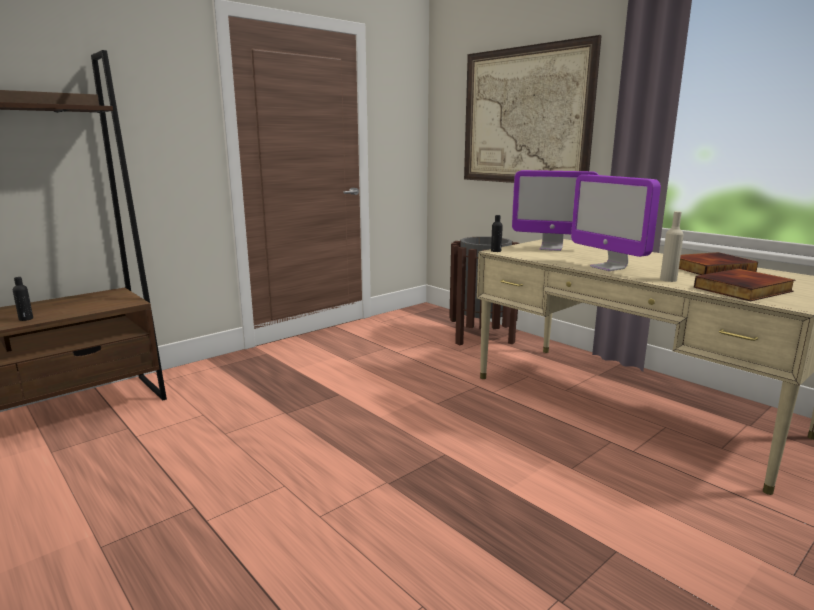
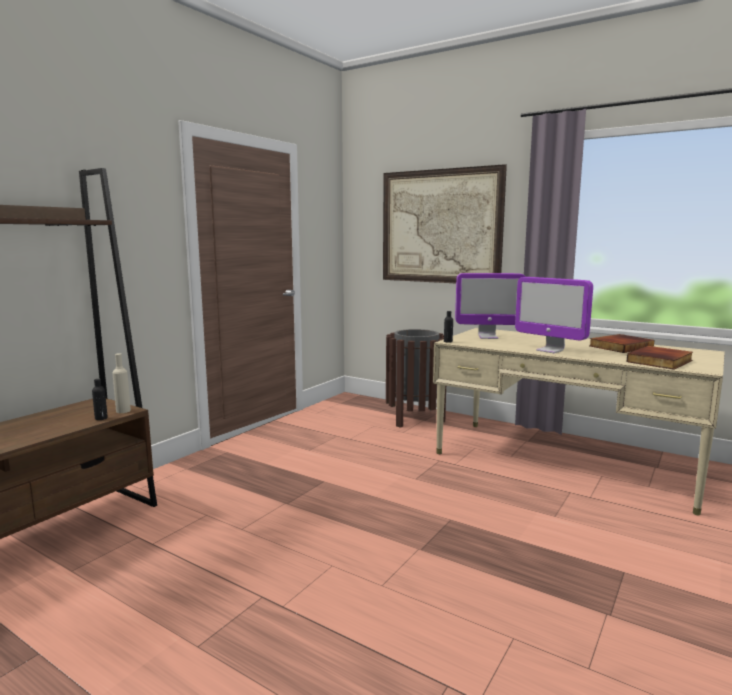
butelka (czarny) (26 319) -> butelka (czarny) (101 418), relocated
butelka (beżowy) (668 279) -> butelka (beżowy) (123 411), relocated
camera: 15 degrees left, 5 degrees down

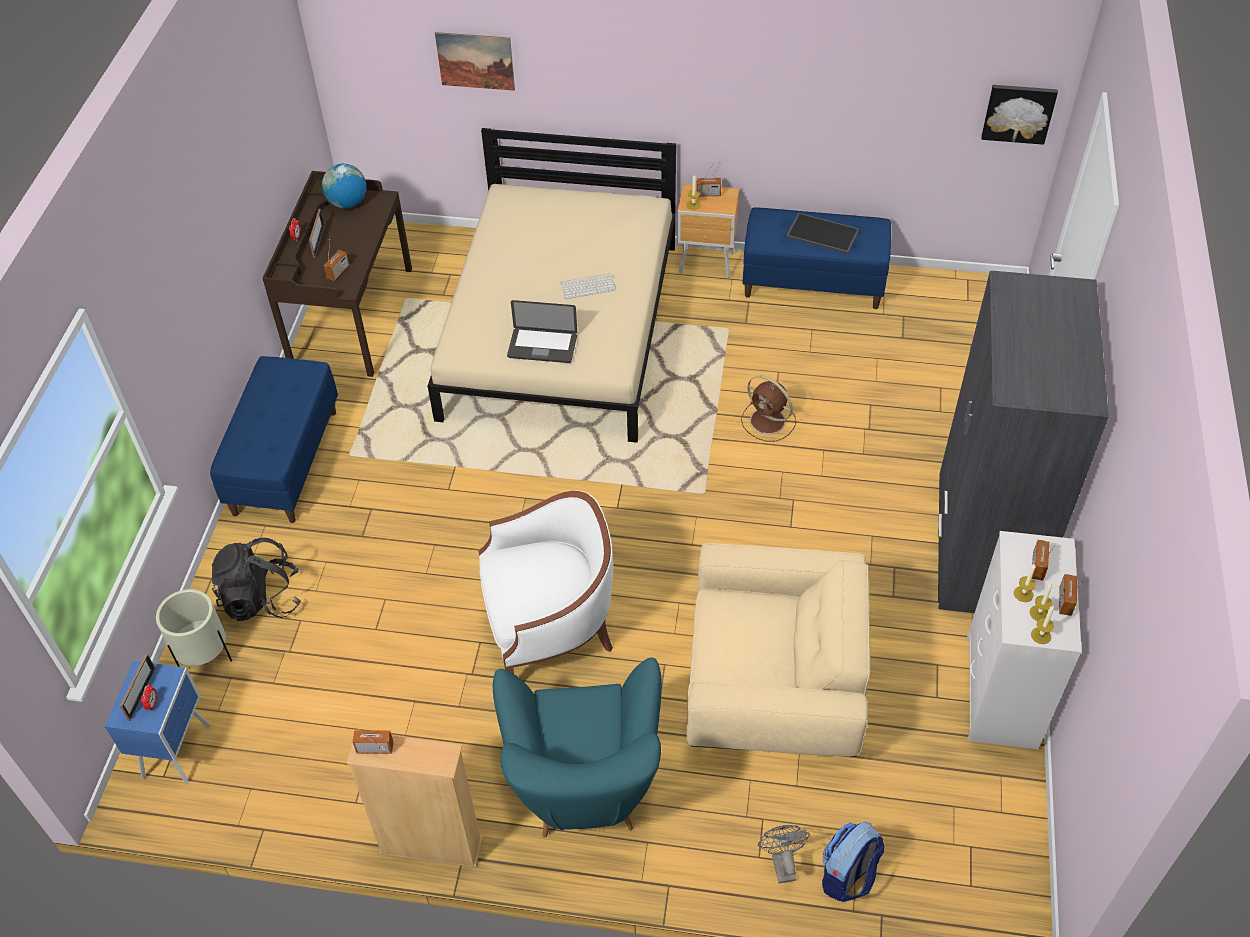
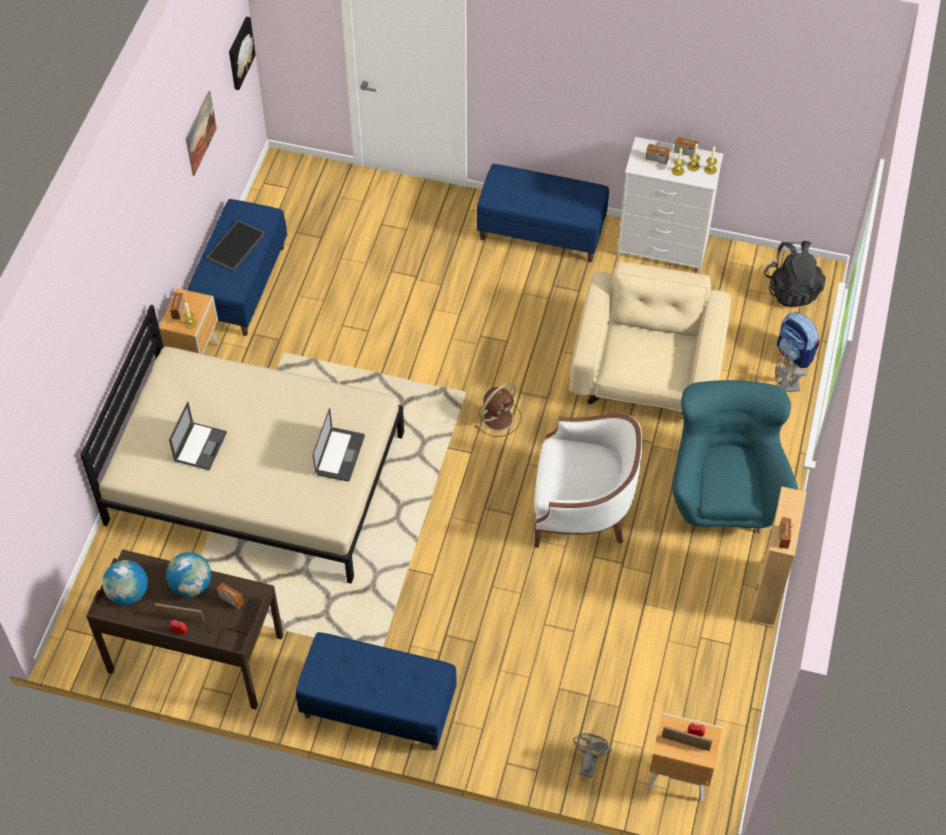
klawiatura (588 286) -> none
none -> globus (191 585)
none -> laptop (200 446)
plecak (czarny) (262 599) -> plecak (czarny) (791 289), relocated
obraz (475 61) -> obraz (200 133), relocated
wentylator (brązowy) (769 422) -> wentylator (brązowy) (499 417), relocated
donica (beżowy) (205 656) -> wentylator (szary) (588 762)
szafa (szary) (981 548) -> ławka (niebieski) (542 232)
szafka nocna (niebieski) (178 749) -> szafka nocna (brązowy) (677 775)
fotel (biały) (549 625) -> fotel (biały) (582 508), 105 degrees clockwise
fotel (turkusowy) (584 786) -> fotel (turkusowy) (723 495), 90 degrees counterclockwise
camera: 85 degrees left, 5 degrees up

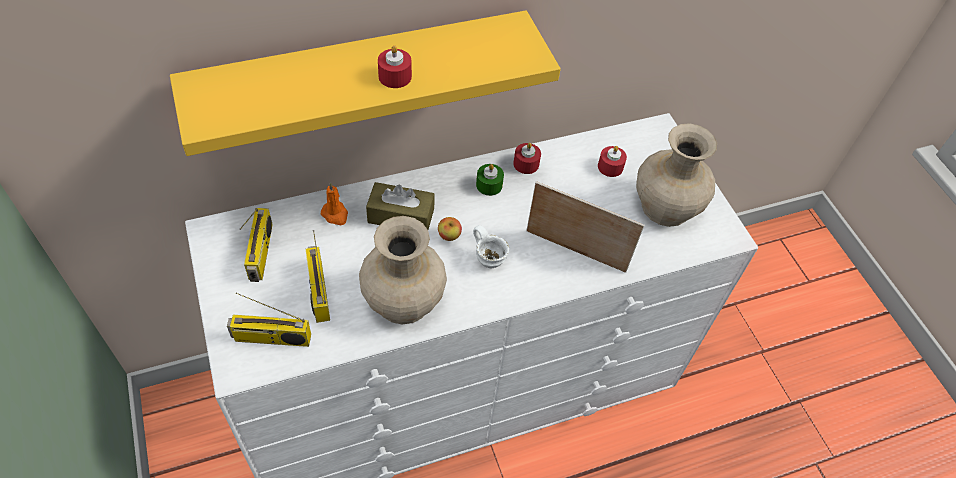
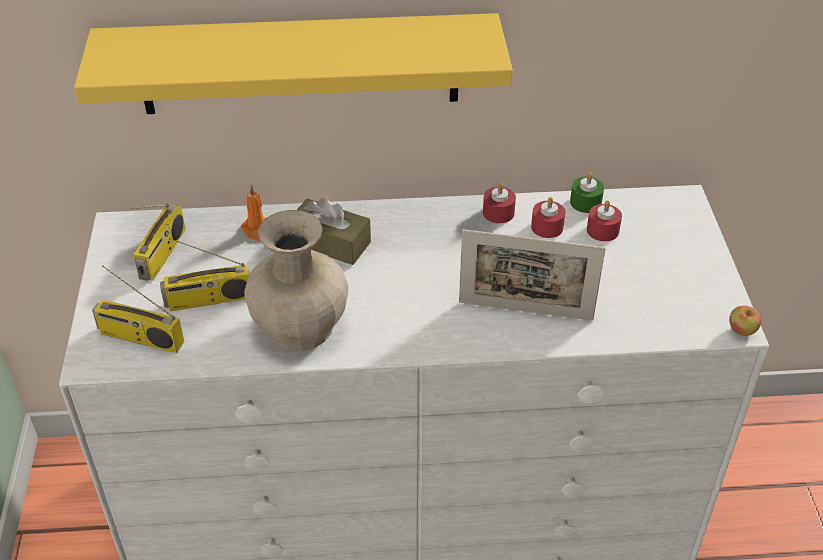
kubek (biały) (489 258) -> none
wazon (beżowy) (664 206) -> none
świeca (czerwony) (395 76) -> świeca (czerwony) (547 227), relocated
jabłko (449 235) -> jabłko (742 330), relocated
świeca (zielony) (489 185) -> świeca (zielony) (585 202), relocated
radio (317 290) -> radio (208 300), 105 degrees counterclockwise
ramka na zdjęcie (575 251) -> ramka na zdjęcie (525 311), 150 degrees clockwise
camera: 20 degrees right, 10 degrees down

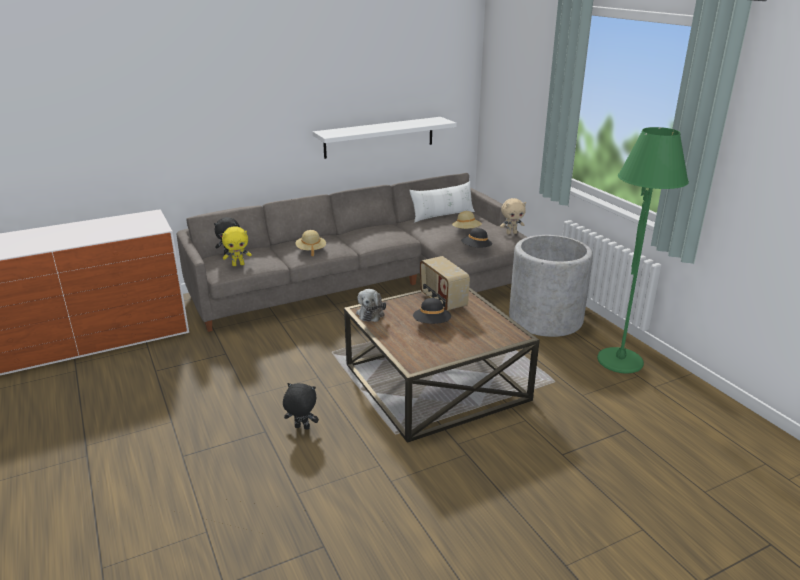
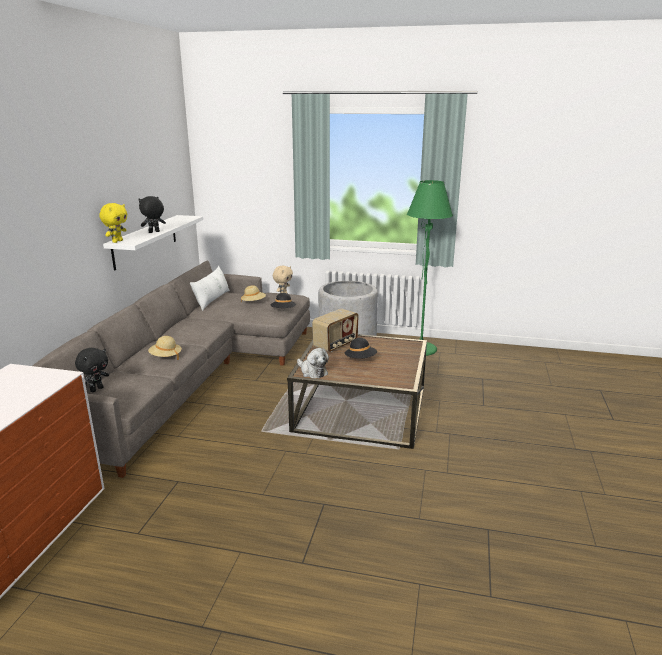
pluszak (żółty) (238 264) -> pluszak (żółty) (117 241), relocated
pluszak (czarny) (301 428) -> pluszak (czarny) (154 232), relocated
radio (442 300) -> radio (336 345), 60 degrees counterclockwise
camera: 50 degrees left, 5 degrees down

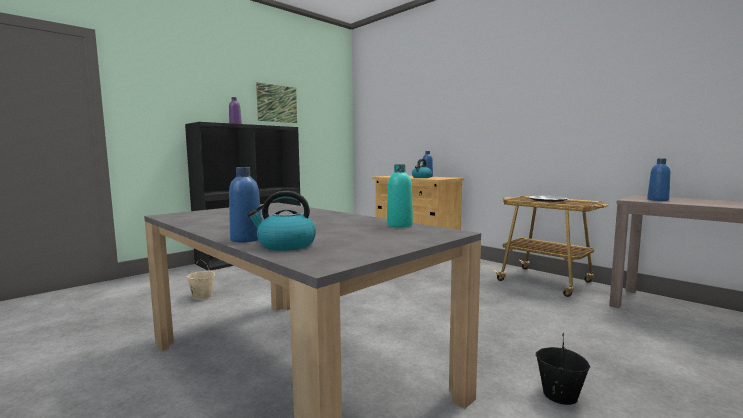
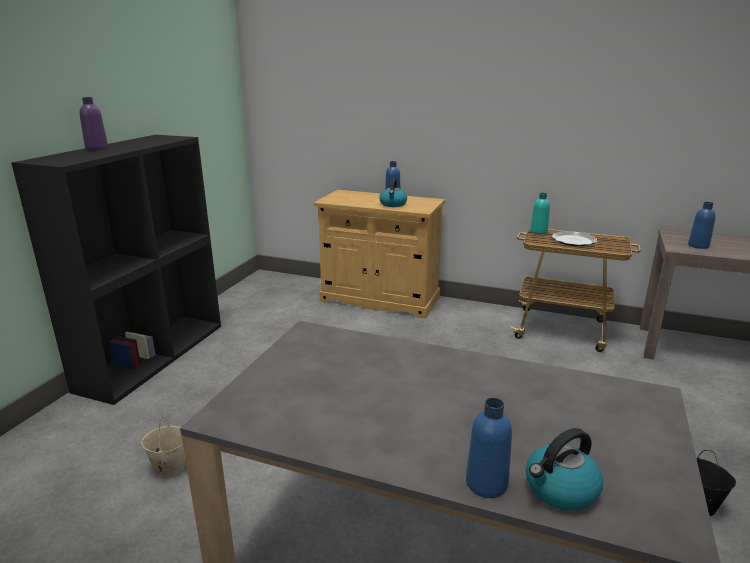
obraz (277 103) -> none
butelka (turkusowy) (399 225) -> butelka (turkusowy) (538 231), relocated
camera: 25 degrees left, 15 degrees up

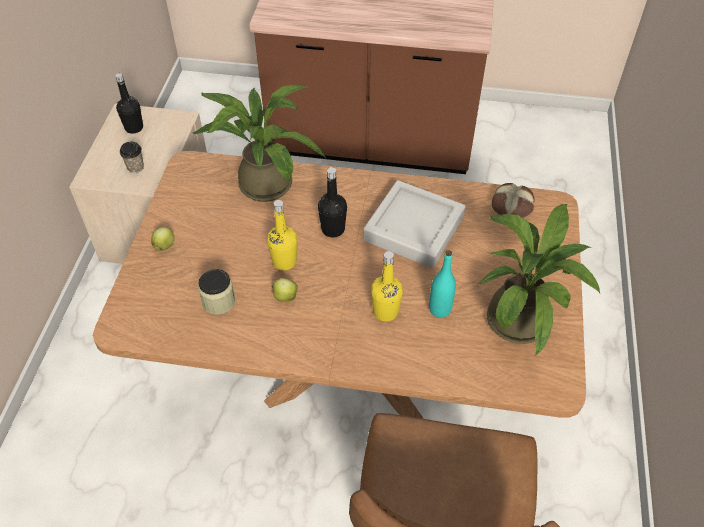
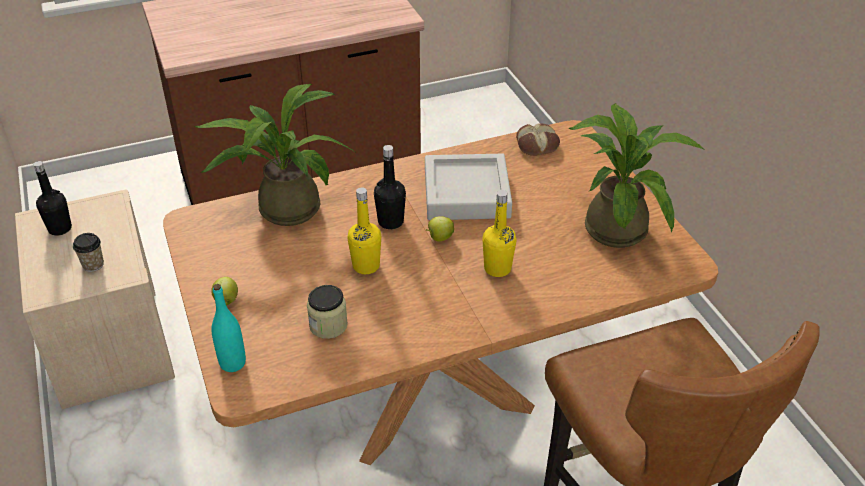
jabłko (285 297) -> jabłko (439 238), relocated
butelka (turkusowy) (440 309) -> butelka (turkusowy) (232 363), relocated
camera: 30 degrees left, 10 degrees down

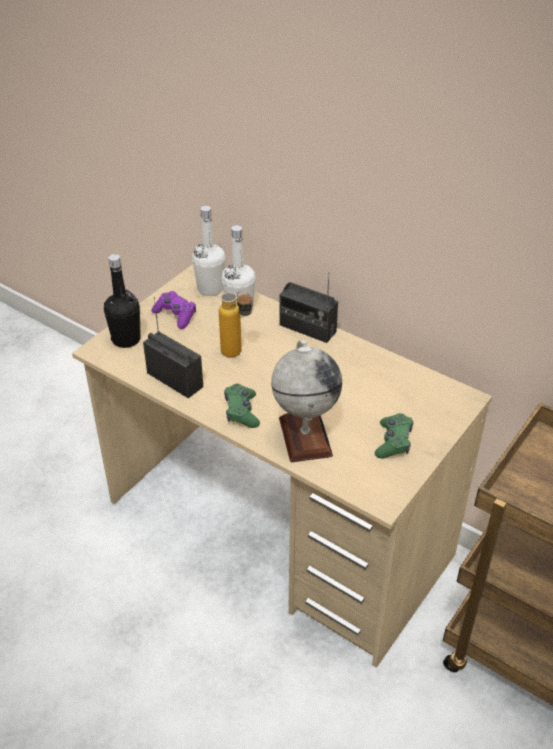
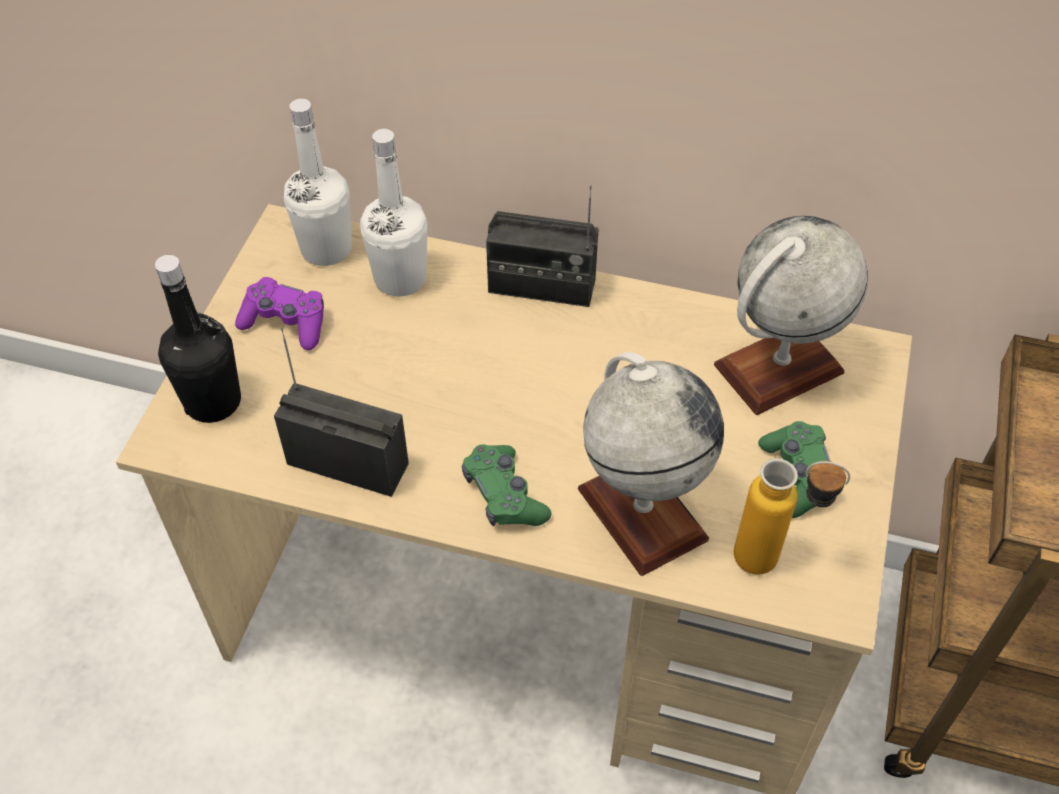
none -> globus (778 369)
butelka (238 355) -> butelka (774 561), relocated
camera: 20 degrees left, 10 degrees up

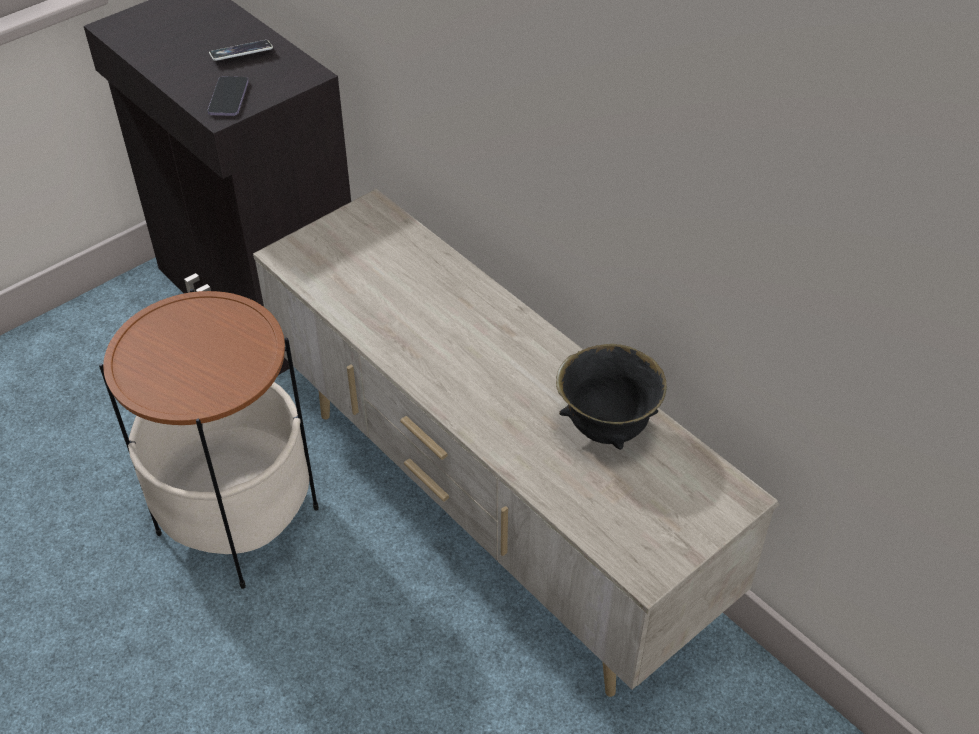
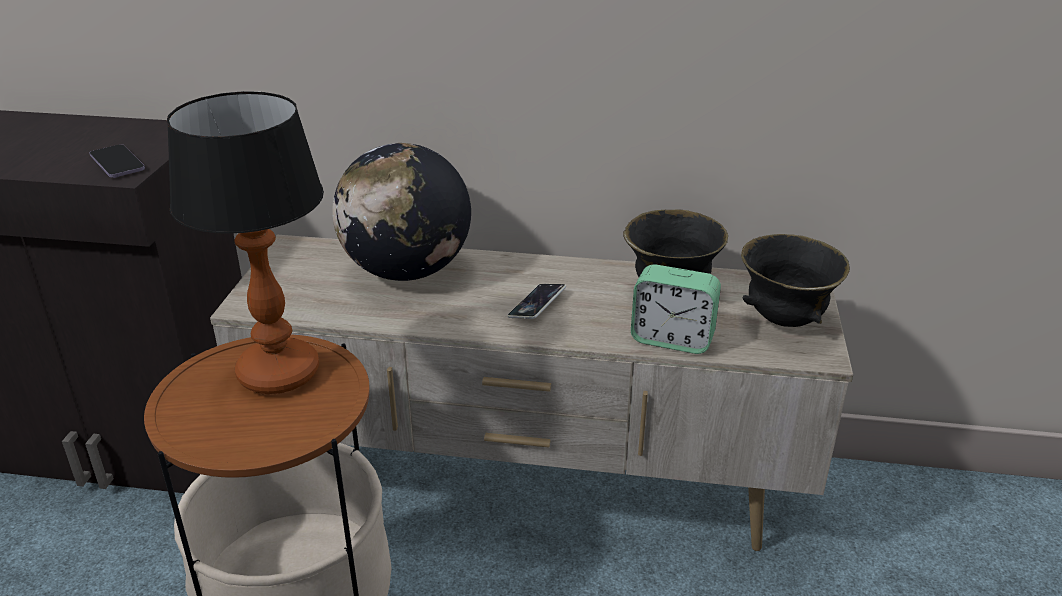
none -> lampa stołowa (279 374)
none -> globus (406 271)
none -> budzik (672 339)
none -> miska (czarny) (784 321)
telefon (241 54) -> telefon (537 305), relocated
camera: 40 degrees left, 15 degrees down

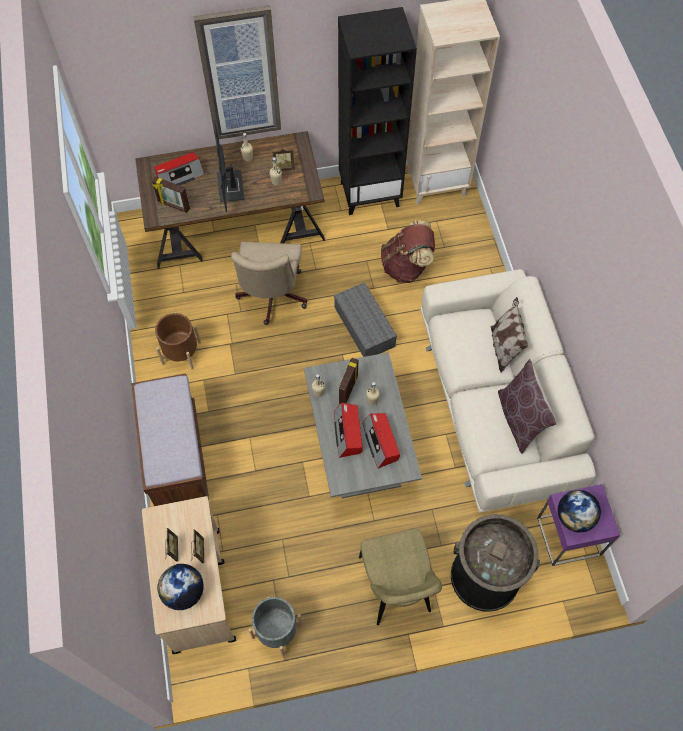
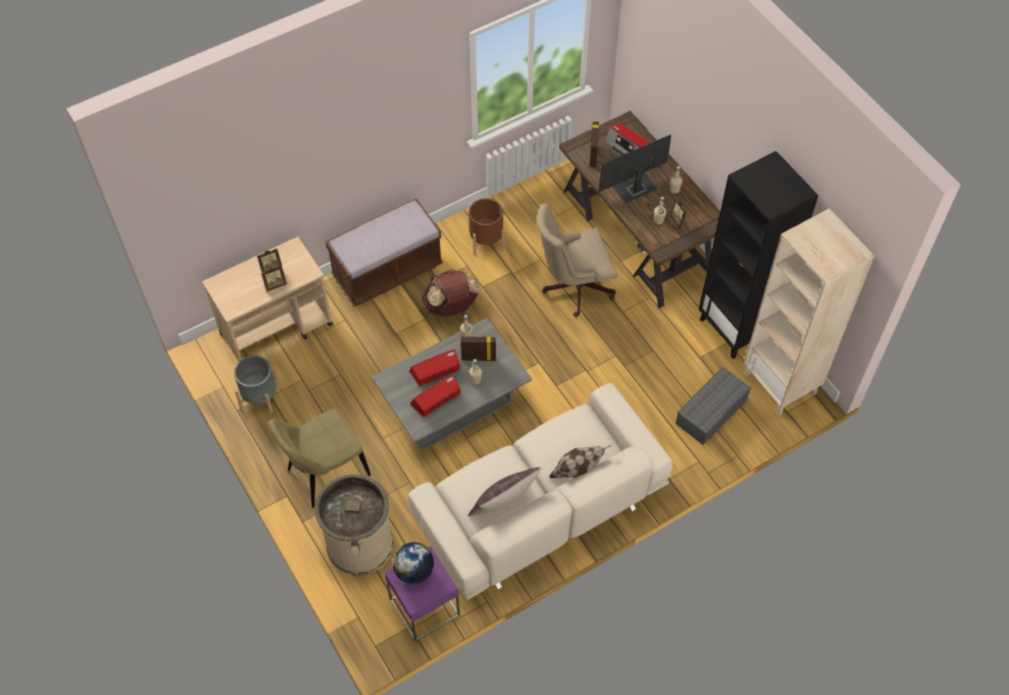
globus (184 592) -> none
obraz (240 75) -> none
pojemnik do przechowywania (szary) (365 327) -> pojemnik do przechowywania (szary) (711 413), relocated
plecak (brązowy) (406 266) -> plecak (brązowy) (451 306), relocated
kosz na śmieci (czarny) (485 576) -> kosz na śmieci (beżowy) (360 544)
camera: 70 degrees right, 5 degrees down

